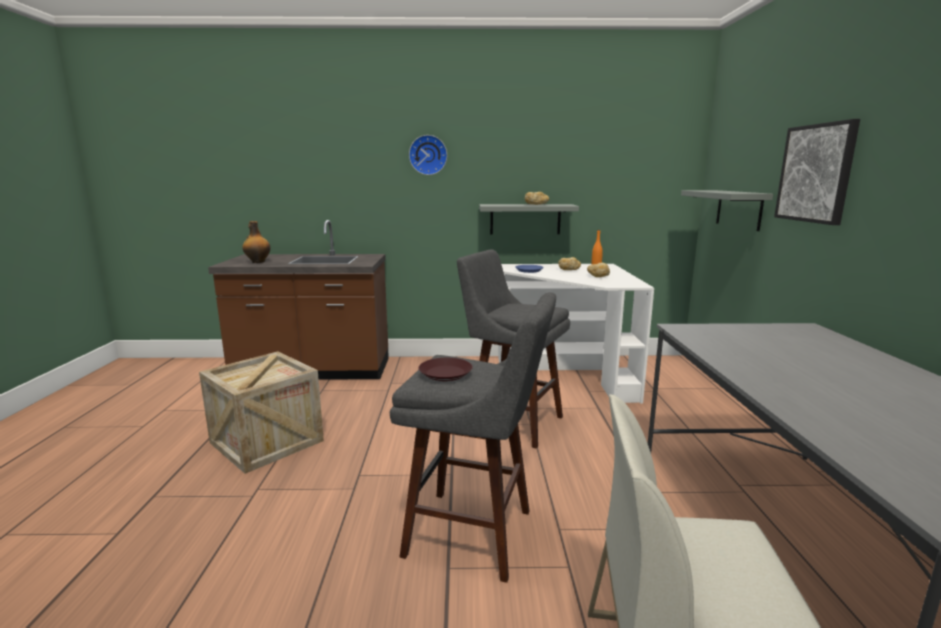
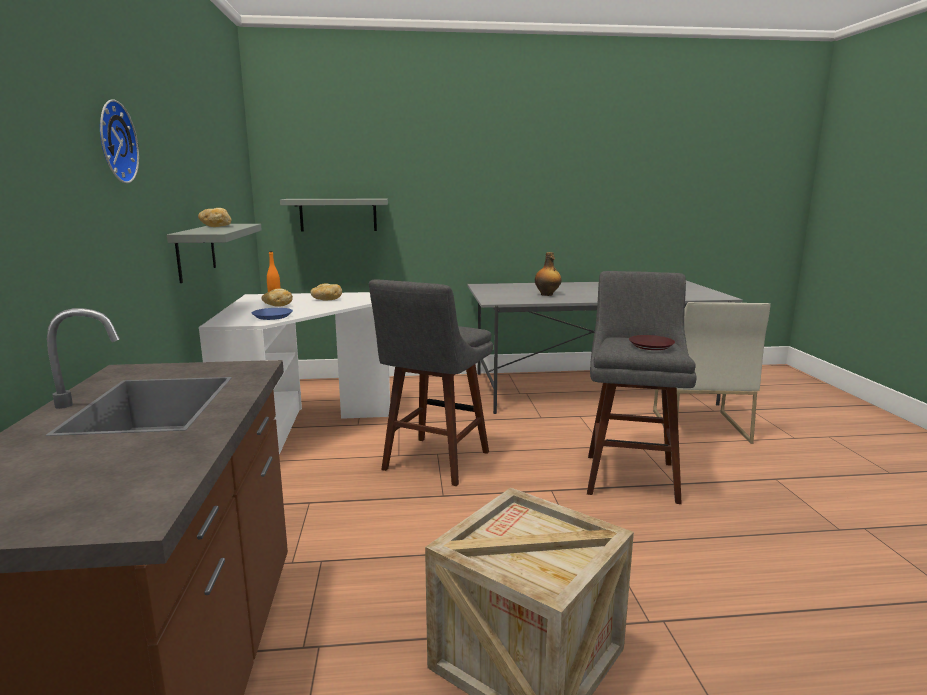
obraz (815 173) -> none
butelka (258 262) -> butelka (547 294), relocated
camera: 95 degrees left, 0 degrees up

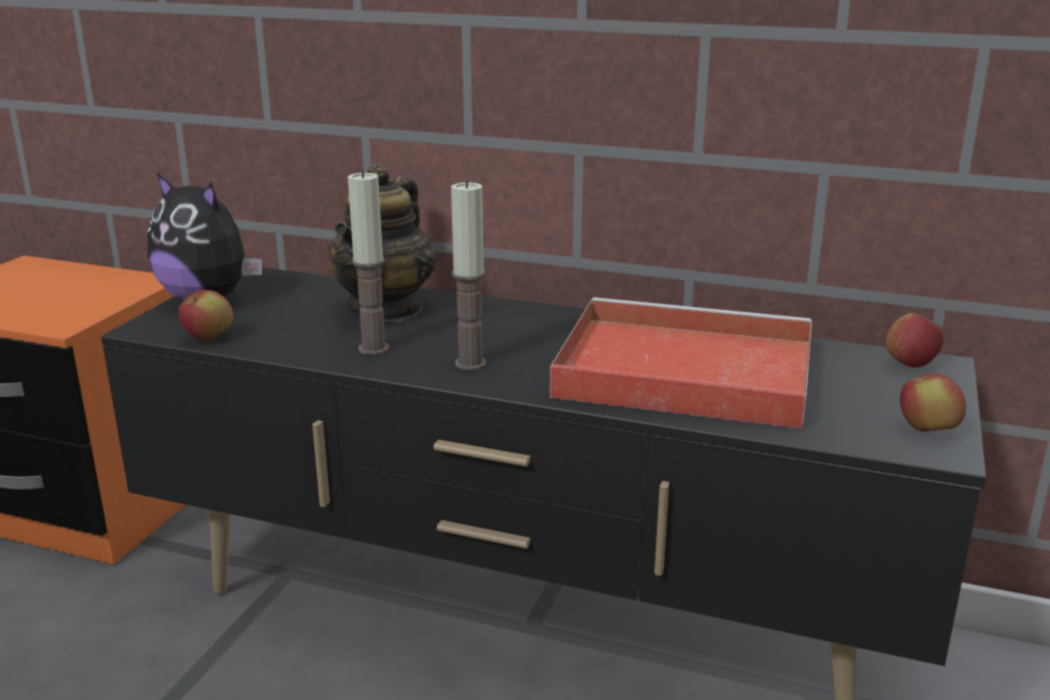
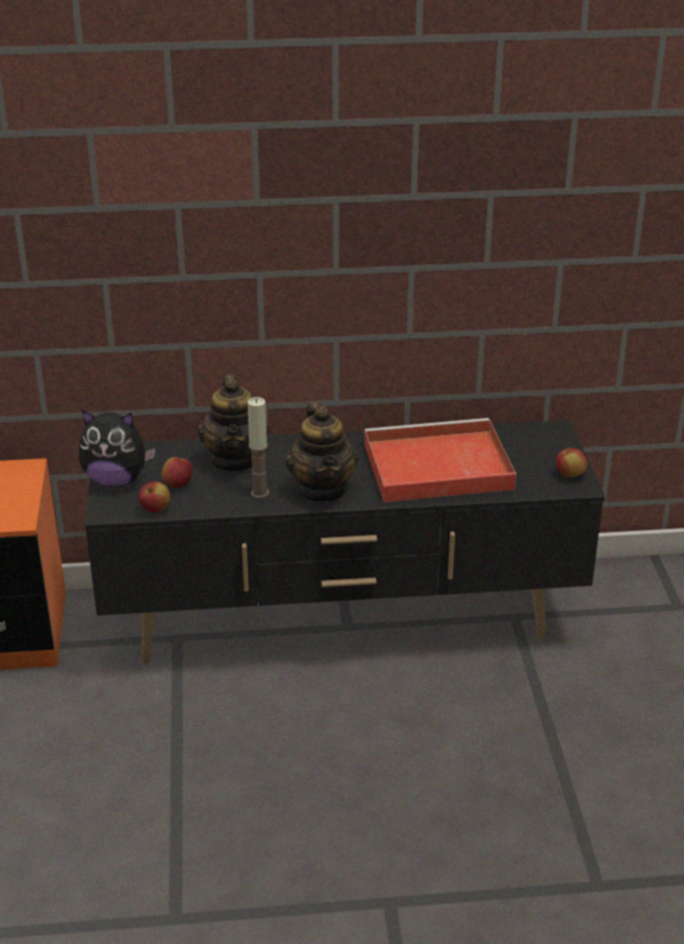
jabłko (910 364) -> jabłko (178 485), relocated
świeca (470 363) -> imbryk (323 490)
camera: 25 degrees left, 10 degrees up

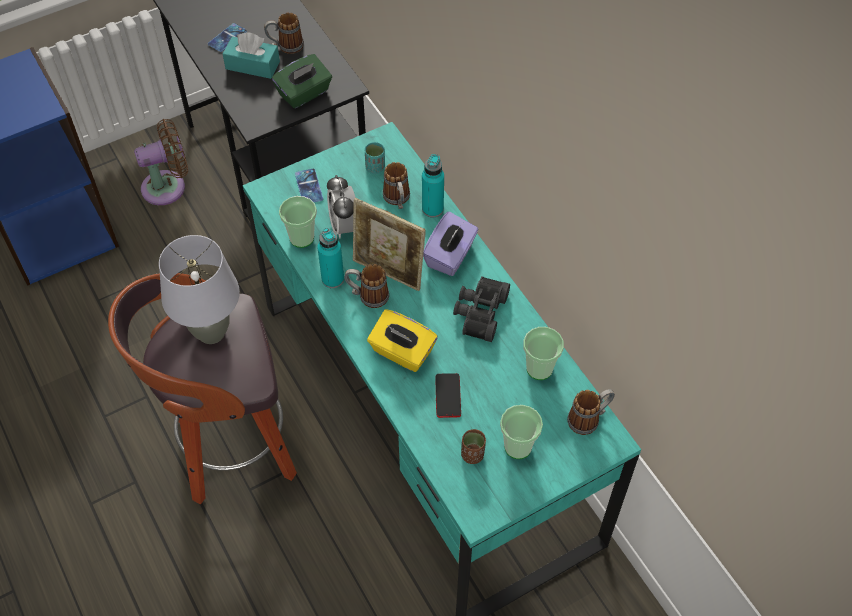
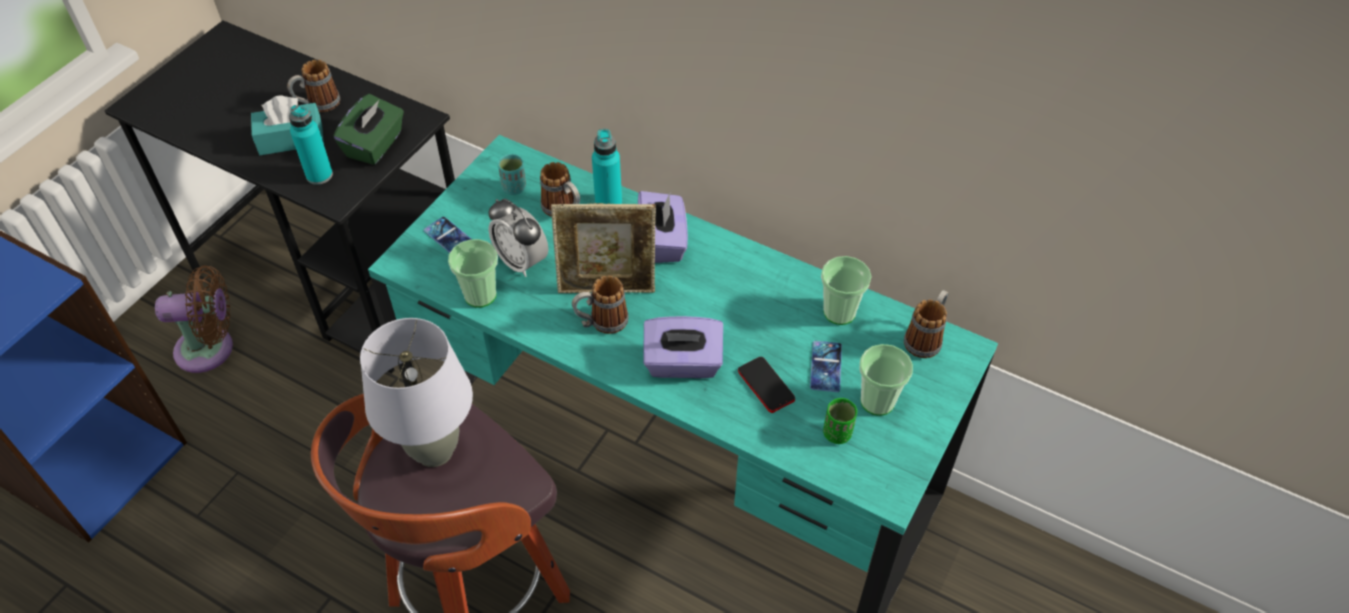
lornetka (czarny) (478 312) -> none
telefon (227 38) -> telefon (826 366), relocated
butelka (turkusowy) (333 279) -> butelka (turkusowy) (319 175), relocated
pudełko chusteczek (żółty) (402 352) -> pudełko chusteczek (fioletowy) (683 364)
filiżanka (brązowy) (472 455) -> filiżanka (zielony) (837 433)
wentylator (brązowy) (168 187) -> wentylator (brązowy) (211 349), 45 degrees clockwise
camera: 30 degrees left, 5 degrees down

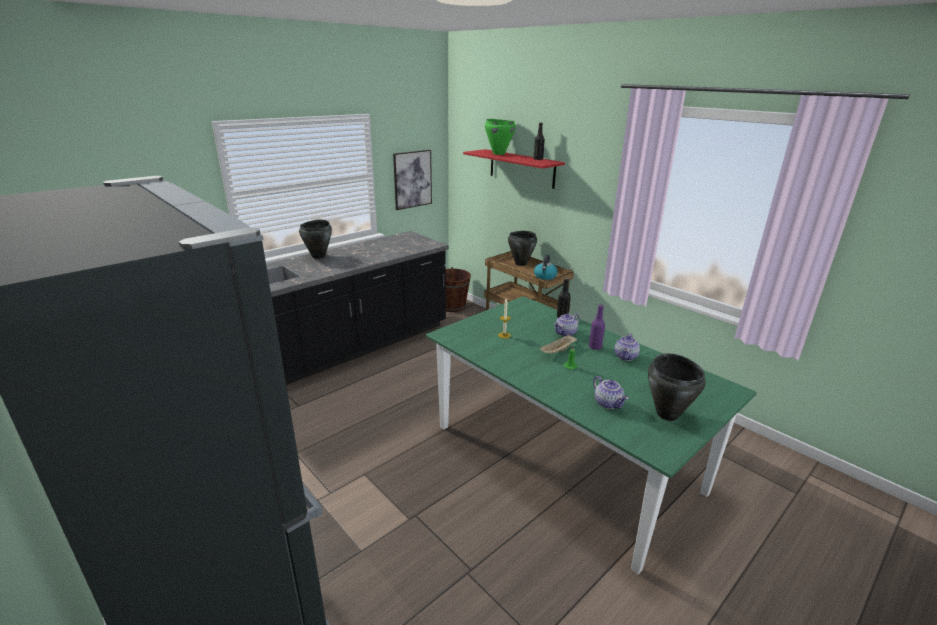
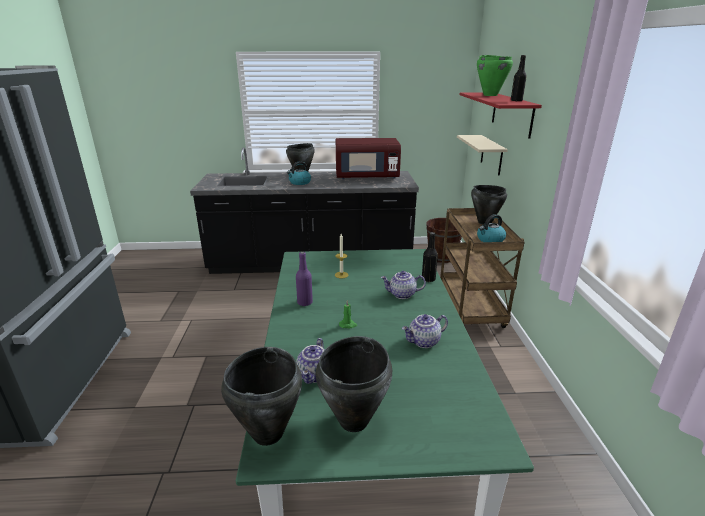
obraz (412 179) -> none
taca (beżowy) (558 351) -> none
none -> garnek (czarny) (267 434)
none -> czajnik (299 182)
none -> mikrofalówka (czerwony) (366 177)
none -> półka (beżowy) (491 155)
butelka (fioletowy) (595 347) -> butelka (fioletowy) (305 302), relocated
camera: 40 degrees right, 0 degrees up

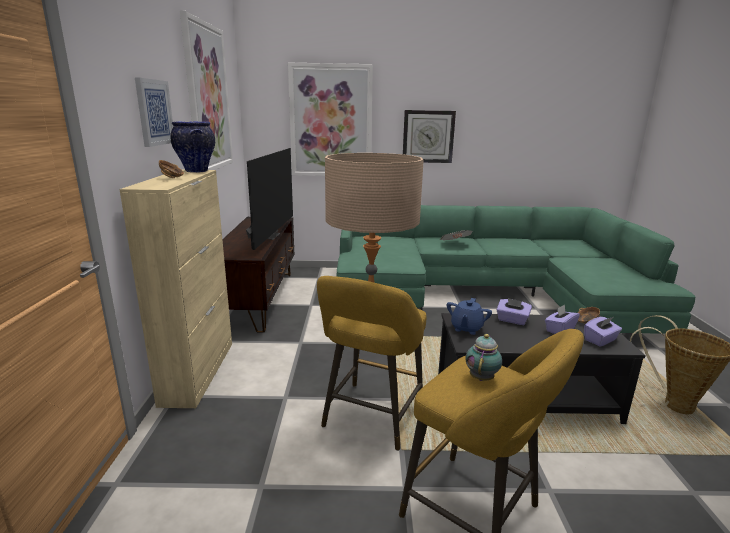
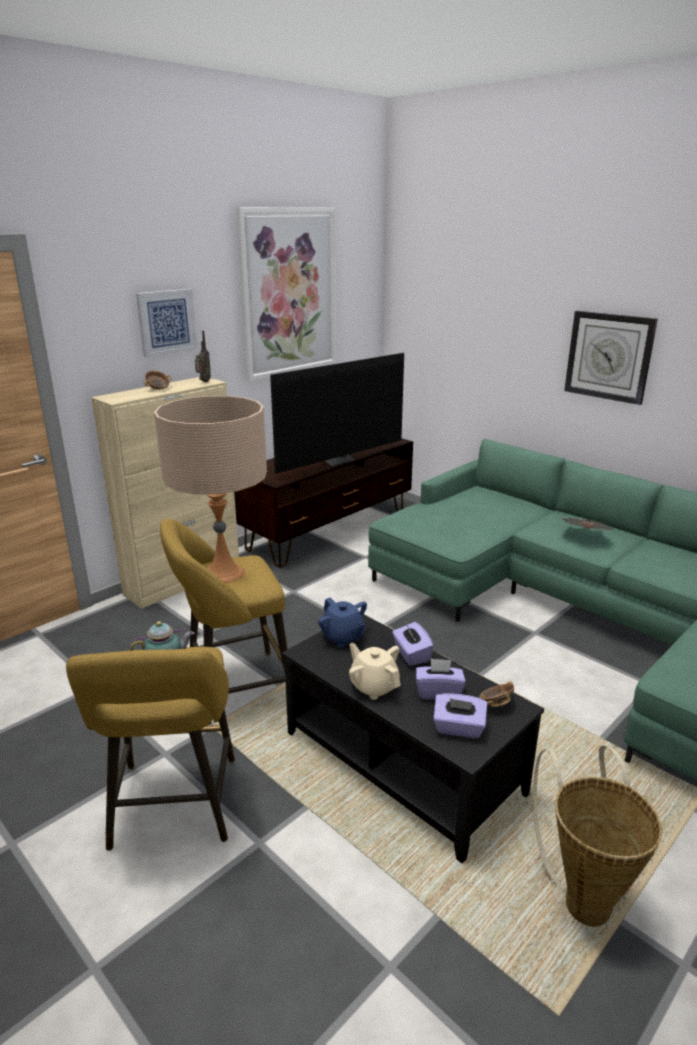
obraz (331 121) -> none
none -> imbryk (beżowy) (374 686)
wazon (196 171) -> radio (203 382)
imbryk (niebieski) (466 328) -> imbryk (niebieski) (343 637), 105 degrees counterclockwise
camera: 45 degrees right, 5 degrees up

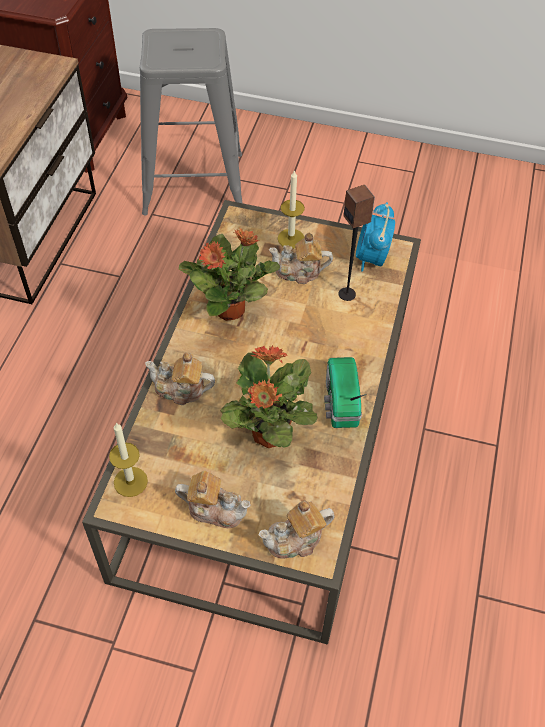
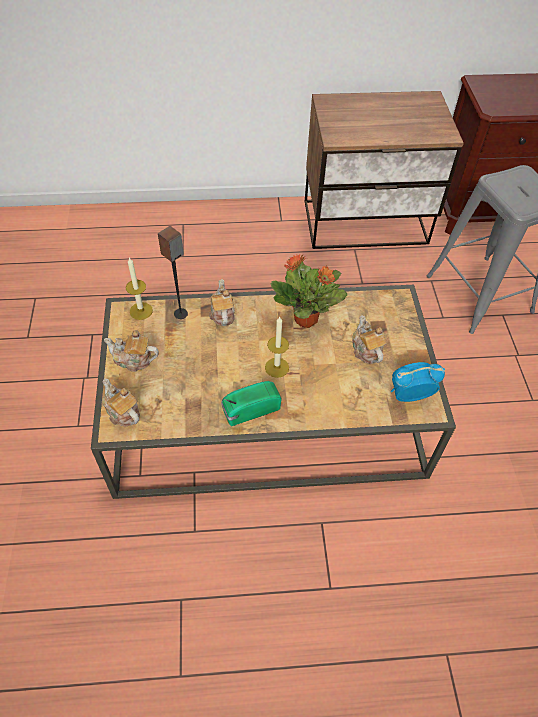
roślina doniczkowa (268 435) -> none
świeca (291 238) -> świeca (277 367), relocated
głośnik (347 294) -> głośnik (181 314), relocated
imbryk (214 509) -> imbryk (133 360), 105 degrees clockwise
camera: 70 degrees right, 0 degrees up

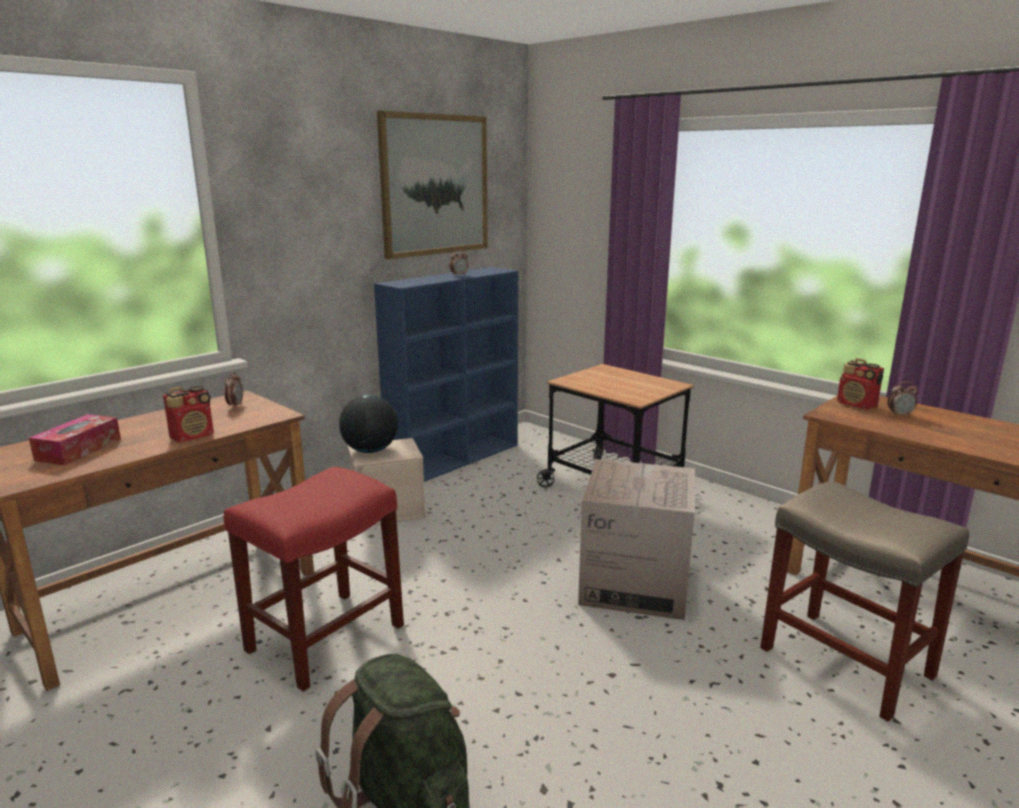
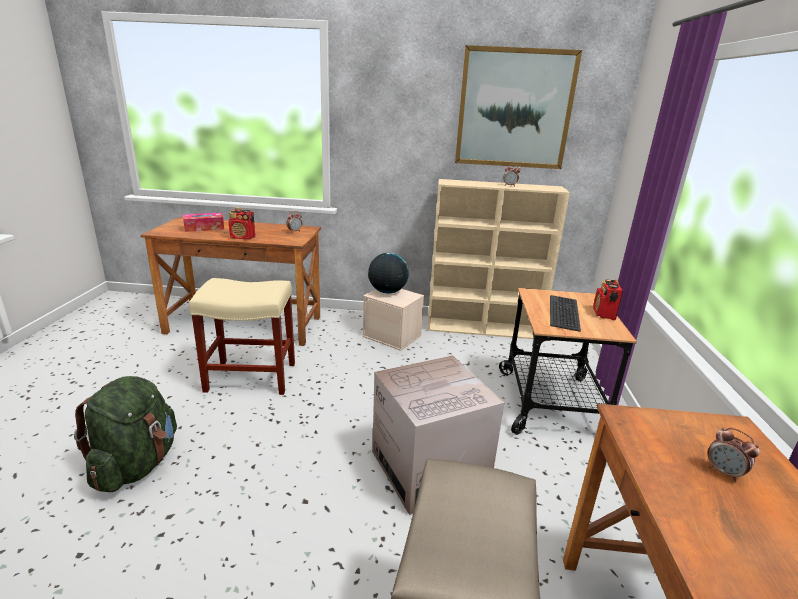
none -> klawiatura (564 313)
radio (857 405) -> radio (604 314), relocated
stołek (czerwony) (324 639) -> stołek (beżowy) (249 377)
regał (niebieski) (455 459) -> regał (beżowy) (484 328)
camera: 50 degrees right, 5 degrees up

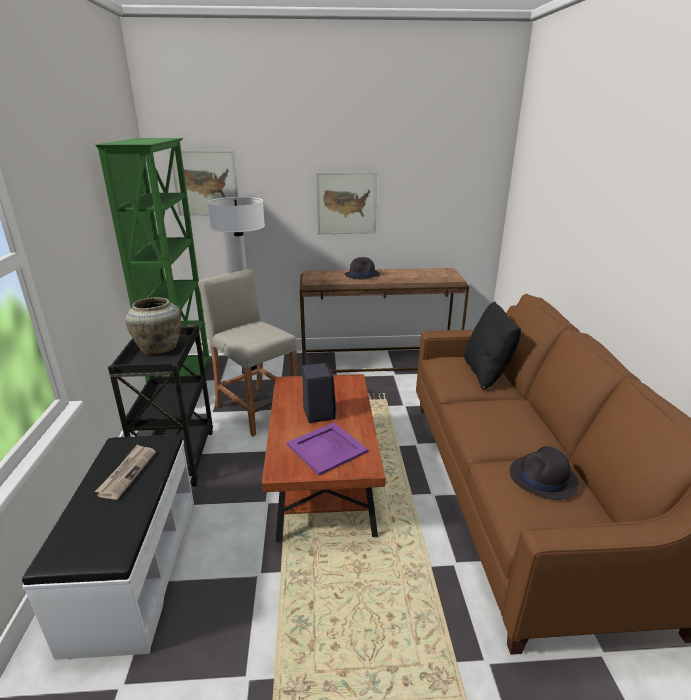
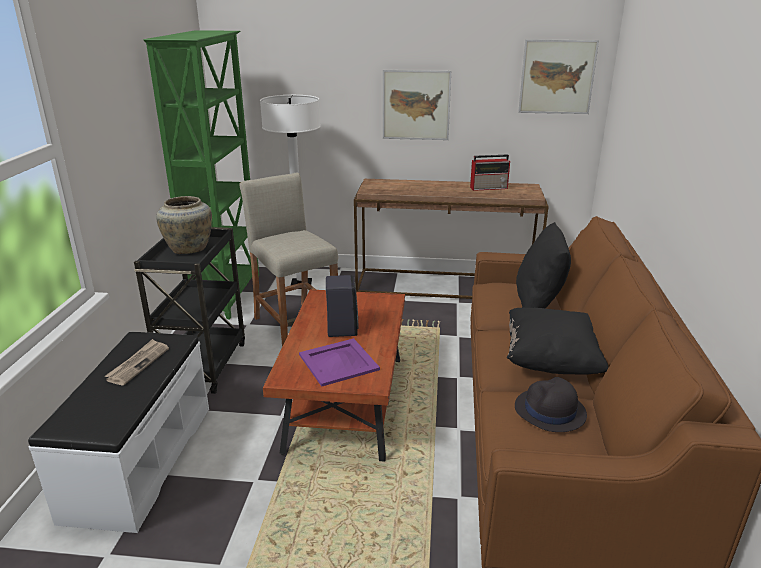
kapelusz (czarny) (362 275) -> none
none -> radio (489 188)
none -> poduszka (czarny) (551 361)
obraz (205 183) -> obraz (557 77), relocated
camera: 10 degrees right, 0 degrees up

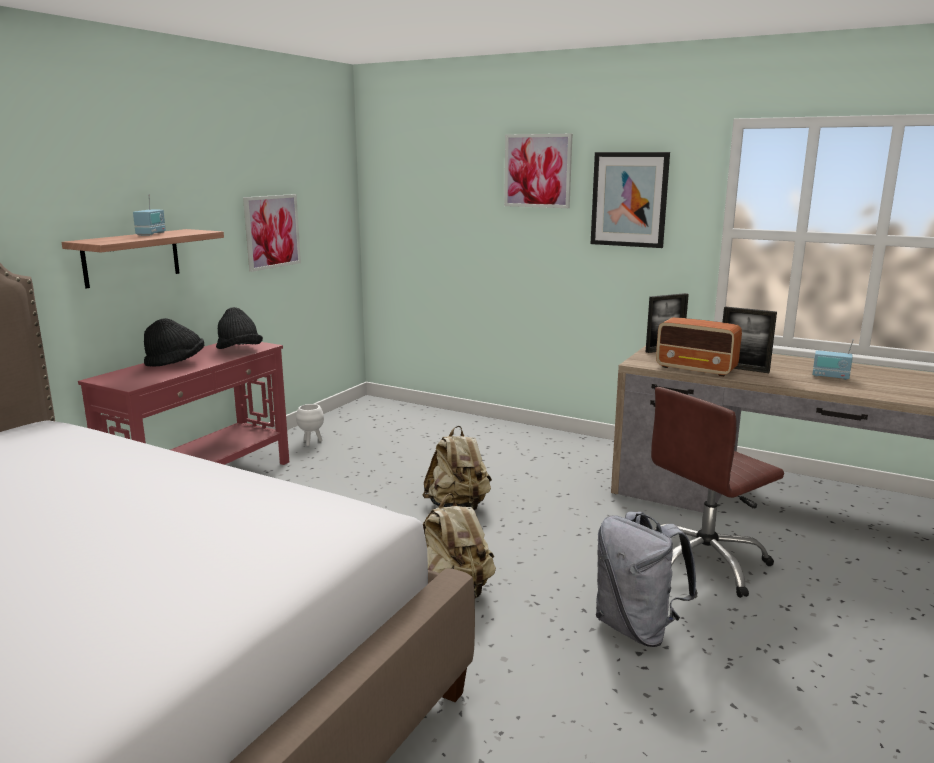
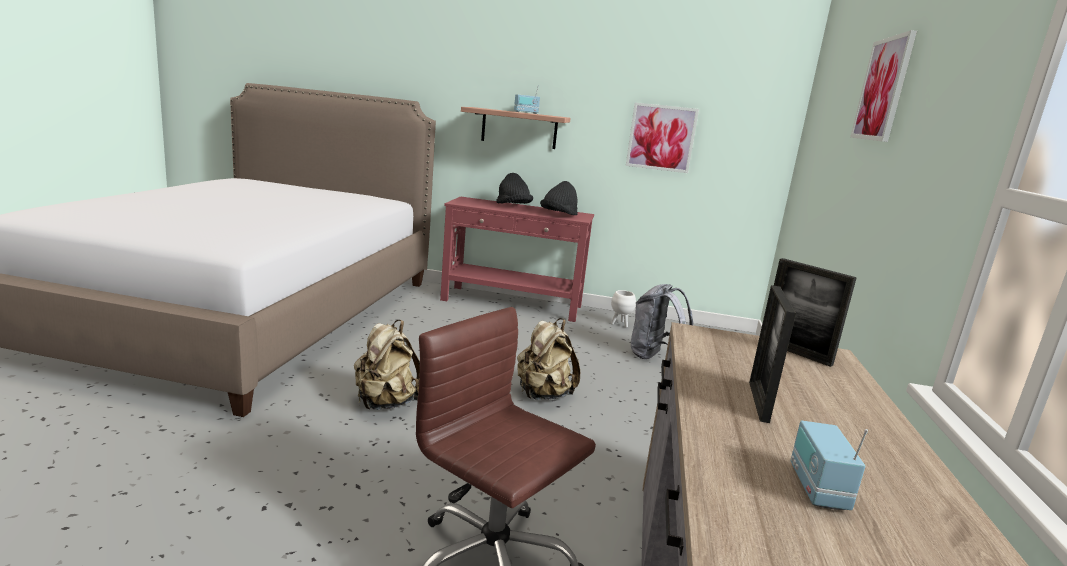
obraz (629 199) -> none
radio (696 369) -> none
plecak (szary) (637 628) -> plecak (szary) (654 356), relocated
camera: 70 degrees right, 0 degrees up

